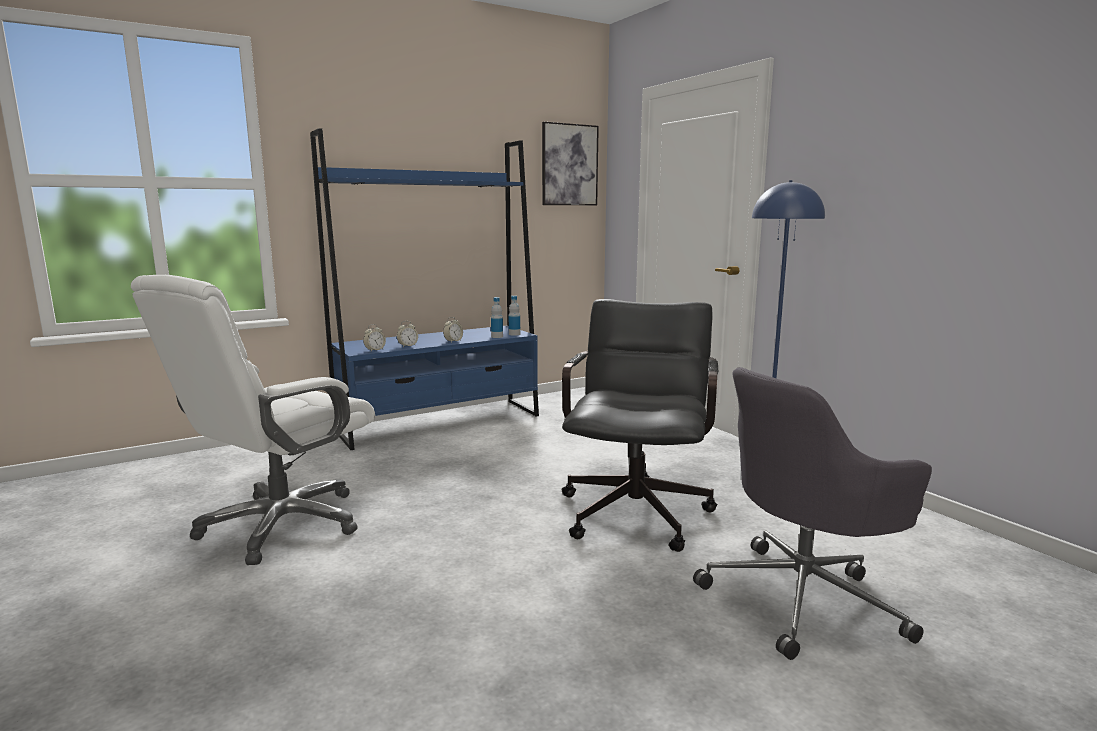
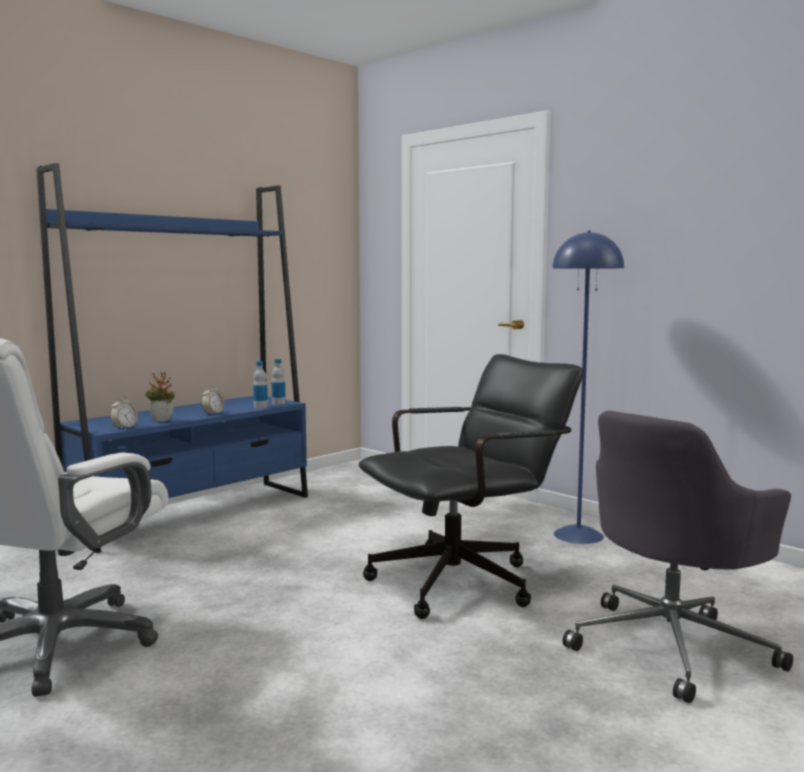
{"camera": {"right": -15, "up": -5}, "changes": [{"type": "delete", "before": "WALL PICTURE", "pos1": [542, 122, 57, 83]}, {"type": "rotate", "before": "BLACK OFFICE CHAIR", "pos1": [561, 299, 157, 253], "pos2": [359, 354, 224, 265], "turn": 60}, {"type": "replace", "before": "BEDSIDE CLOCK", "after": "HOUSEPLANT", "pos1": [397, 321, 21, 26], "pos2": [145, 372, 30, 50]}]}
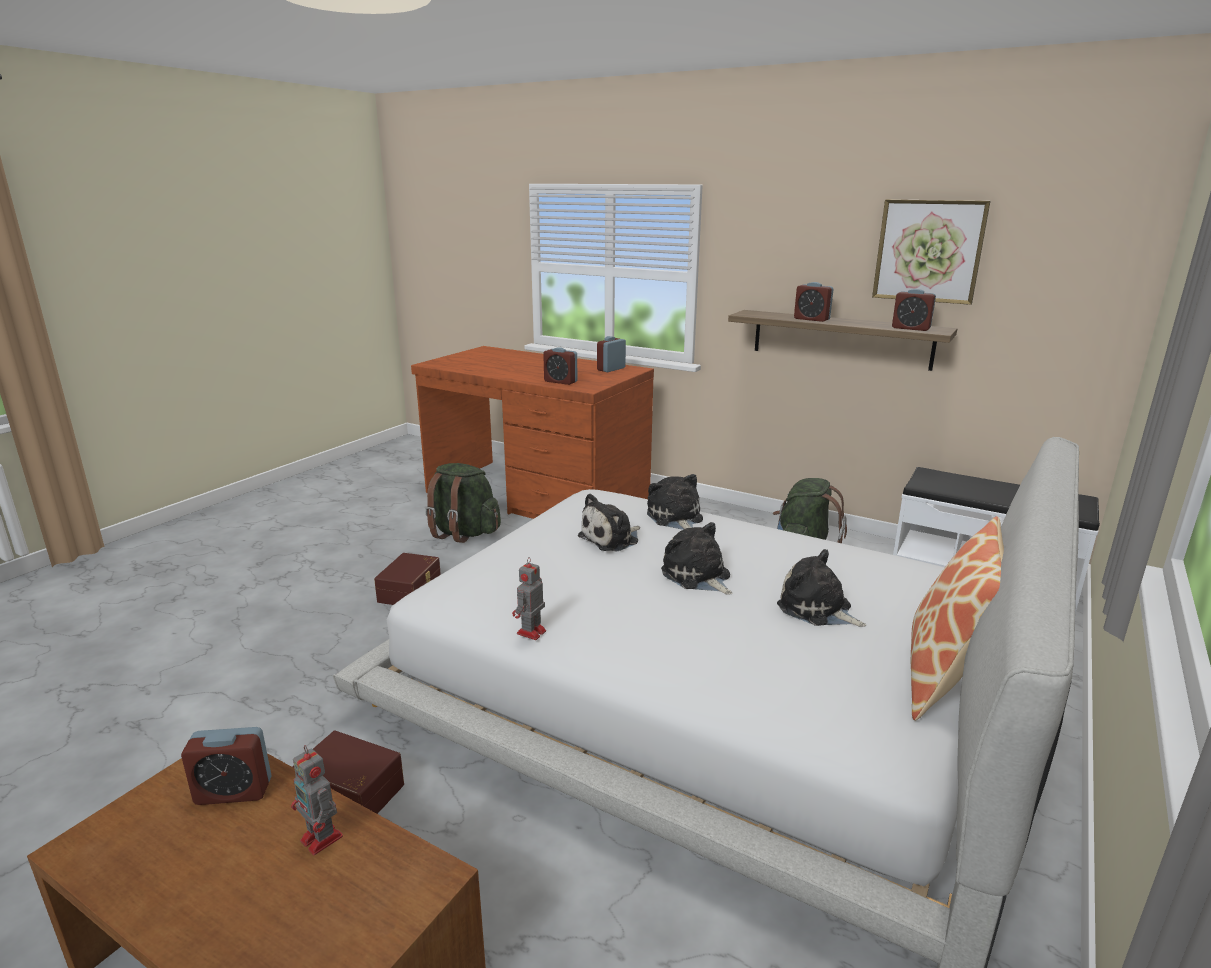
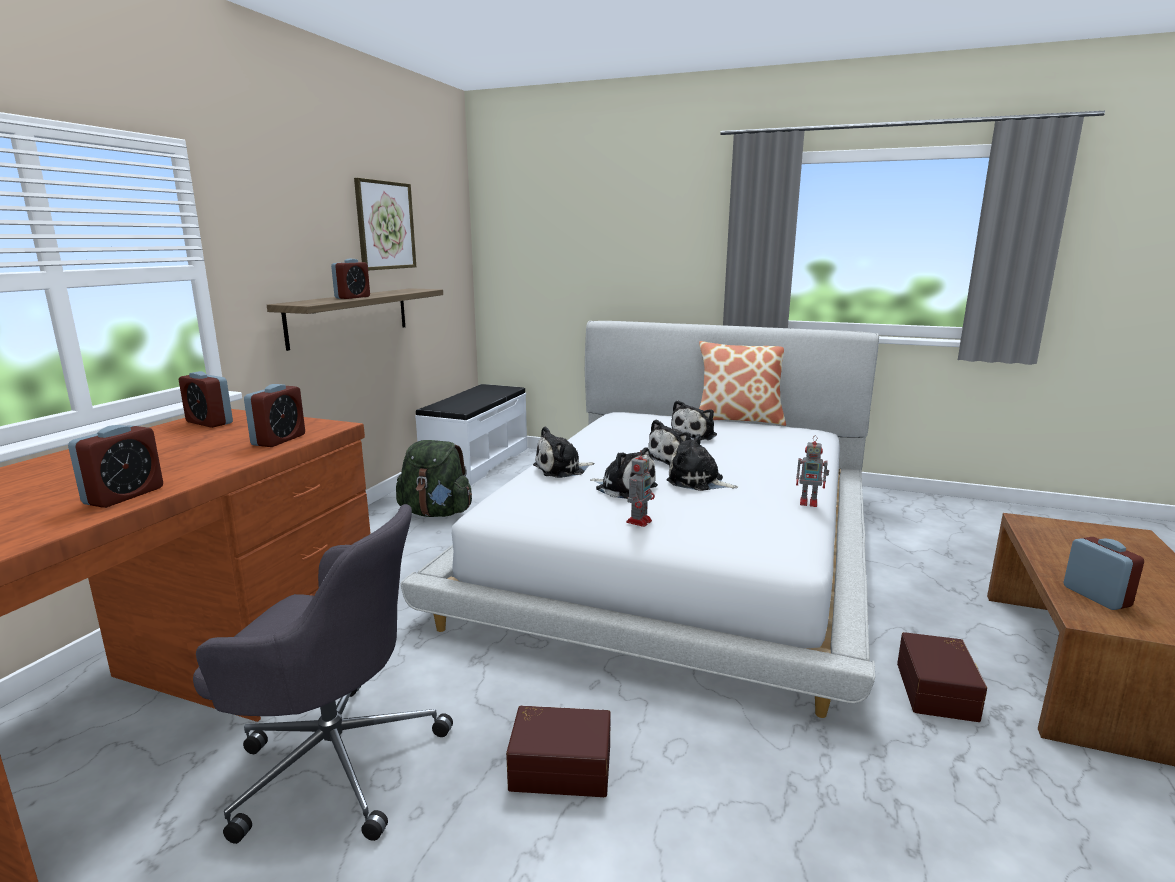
{"camera": {"right": -100, "up": -5}, "changes": [{"type": "move", "before": "BEDSIDE CLOCK", "pos1": [892, 289, 44, 42], "pos2": [68, 425, 95, 83]}, {"type": "replace", "before": "GREEN-COLOURED RUCKSACK", "after": "GRAY OFFICE CHAIR", "pos1": [425, 463, 76, 80], "pos2": [193, 504, 260, 340]}, {"type": "move", "before": "MODEL ROBOT", "pos1": [291, 745, 52, 110], "pos2": [626, 450, 29, 77]}, {"type": "insert", "after": "CUDDLY TOY", "pos2": [666, 434, 72, 57]}]}
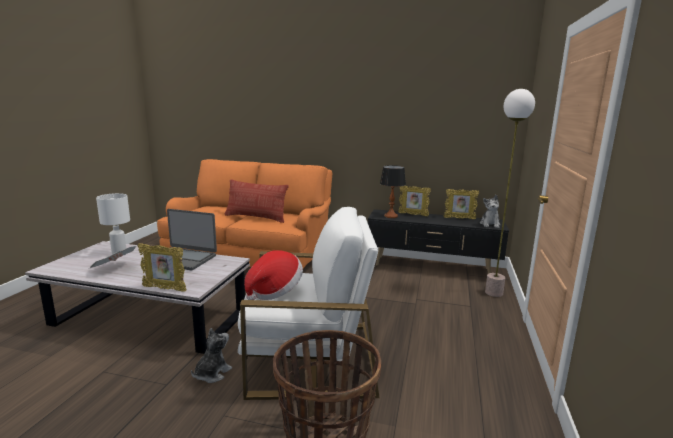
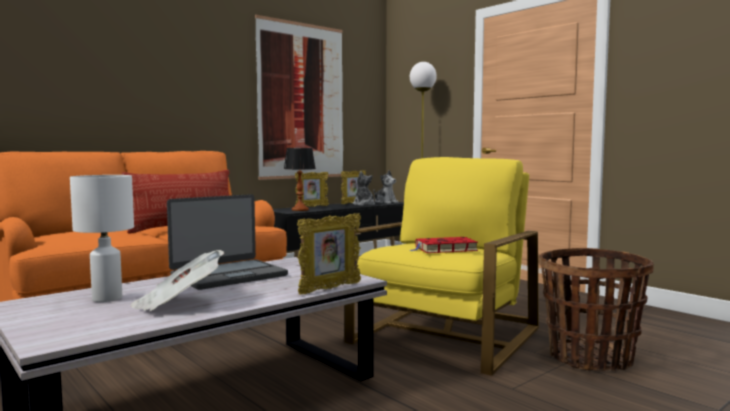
{"camera": {"right": -55, "up": -10}, "changes": [{"type": "recolor", "before": "WHITE ARMCHAIR", "after": "YELLOWISH ARMCHAIR", "pos1": [238, 207, 142, 193], "pos2": [345, 157, 194, 219]}, {"type": "replace", "before": "HAT", "after": "REDDISH BOUND BOOK", "pos1": [244, 250, 59, 50], "pos2": [411, 237, 67, 16]}, {"type": "move", "before": "CUDDLY TOY", "pos1": [191, 328, 41, 55], "pos2": [353, 171, 22, 35]}, {"type": "insert", "after": "WALL PICTURE", "pos2": [255, 15, 88, 165]}]}
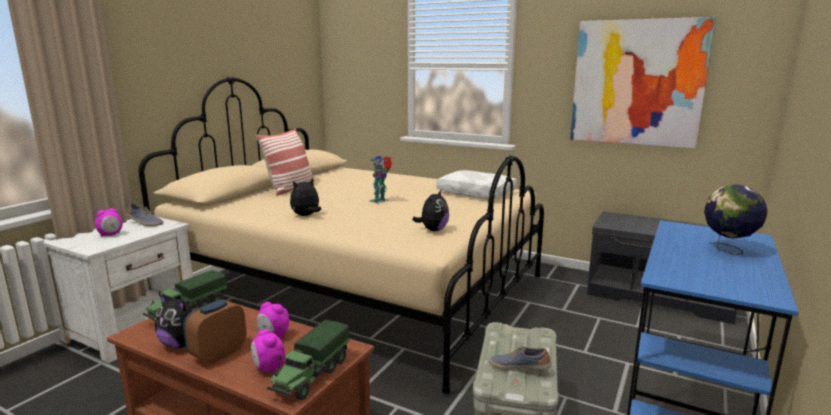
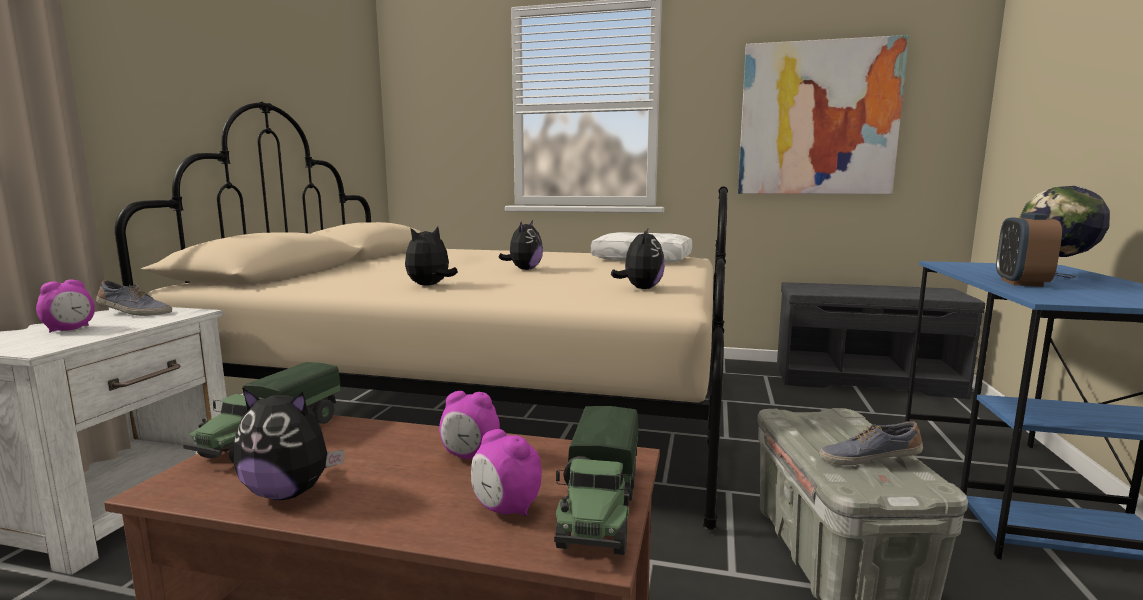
{"camera": {"right": -15, "up": -5}, "changes": [{"type": "delete", "before": "THROW PILLOW", "pos1": [256, 128, 58, 68]}, {"type": "replace", "before": "MODEL ROBOT", "after": "CUDDLY TOY", "pos1": [370, 155, 22, 49], "pos2": [498, 220, 45, 50]}, {"type": "move", "before": "BEDSIDE CLOCK", "pos1": [183, 299, 63, 65], "pos2": [996, 213, 66, 74]}]}
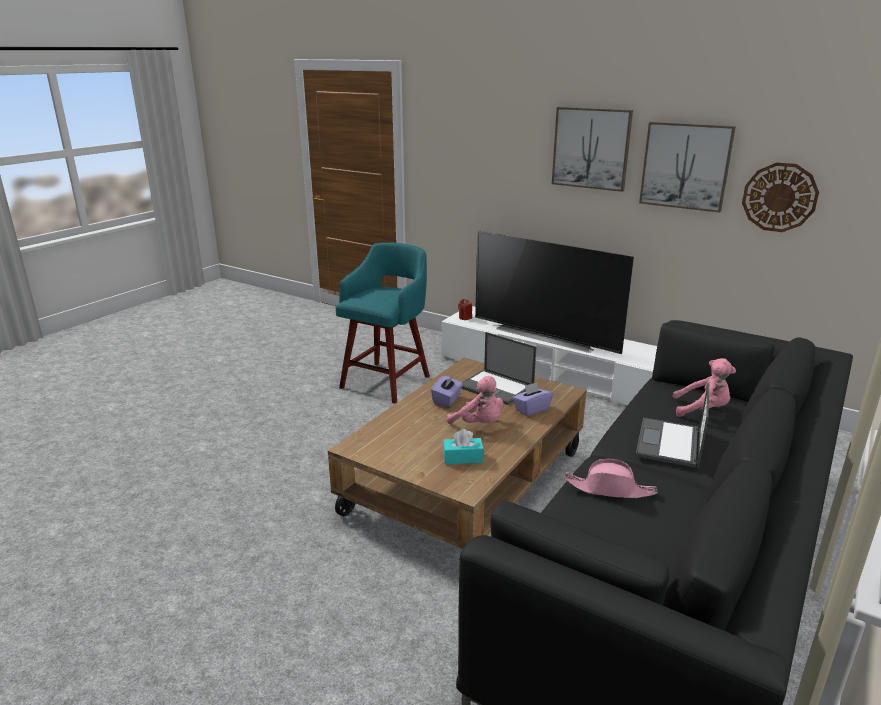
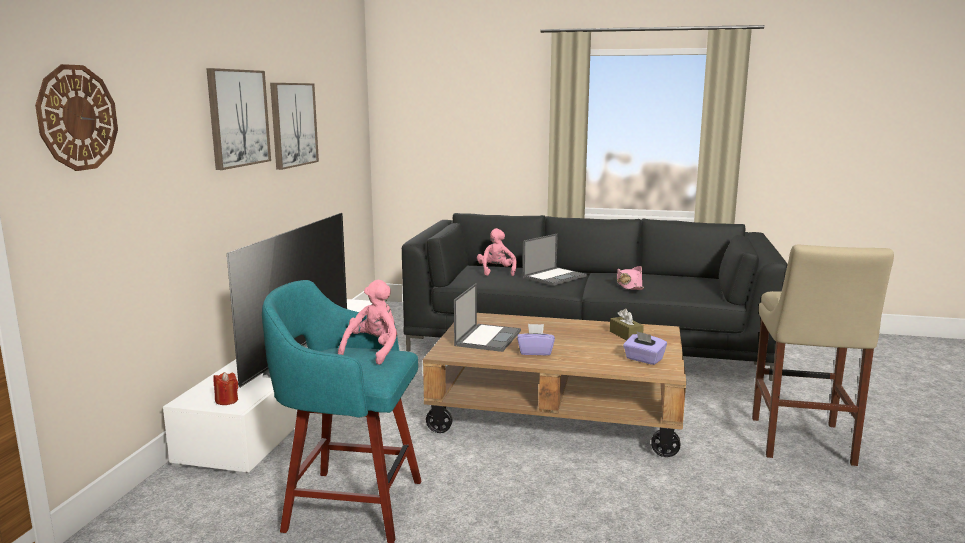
{"camera": {"right": -110, "up": -10}, "changes": [{"type": "move", "before": "WALL CLOCK", "pos1": [742, 162, 77, 70], "pos2": [35, 64, 83, 107]}, {"type": "move", "before": "PINK-COLOURED CUDDLY TOY", "pos1": [447, 376, 57, 48], "pos2": [338, 280, 59, 85]}, {"type": "move", "before": "PURPLISH TISSUE HOLDER", "pos1": [513, 382, 40, 34], "pos2": [623, 331, 44, 34]}, {"type": "rotate", "before": "PORTABLE COMPUTER", "pos1": [635, 383, 74, 85], "pos2": [523, 234, 64, 52], "turn": -45}, {"type": "recolor", "before": "BLUE-GREEN TISSUE HOLDER", "after": "BROWN TISSUE HOLDER", "pos1": [443, 429, 41, 35], "pos2": [610, 308, 34, 32]}, {"type": "insert", "after": "SAND-COLOURED SITTING STOOL", "pos2": [752, 245, 142, 221]}]}
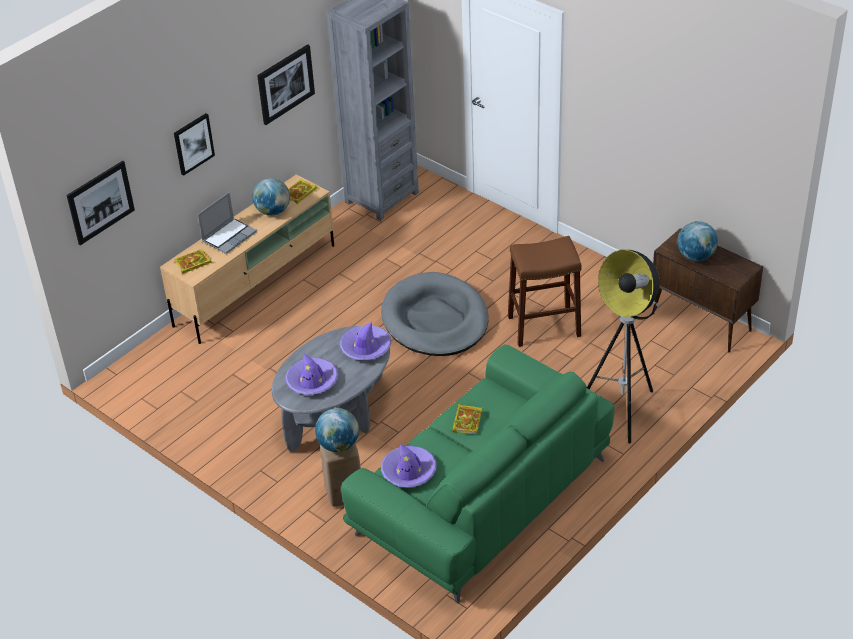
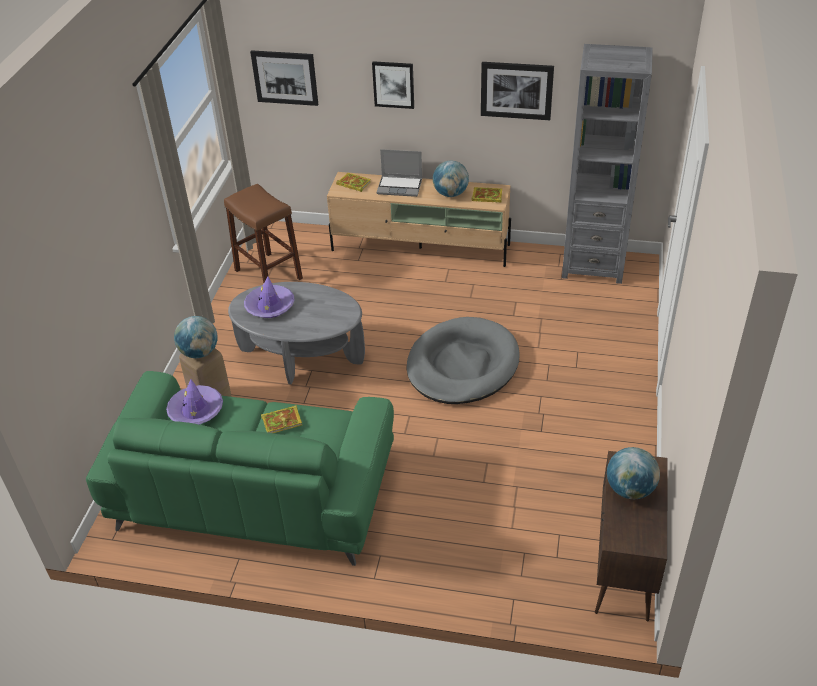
{"camera": {"right": 60, "up": 0}, "changes": [{"type": "move", "before": "BROWN SITTING STOOL", "pos1": [508, 236, 74, 111], "pos2": [224, 184, 79, 100]}, {"type": "delete", "before": "FLOOR LAMP", "pos1": [587, 250, 73, 194]}, {"type": "delete", "before": "PURPLISH HAT", "pos1": [340, 322, 51, 39]}]}
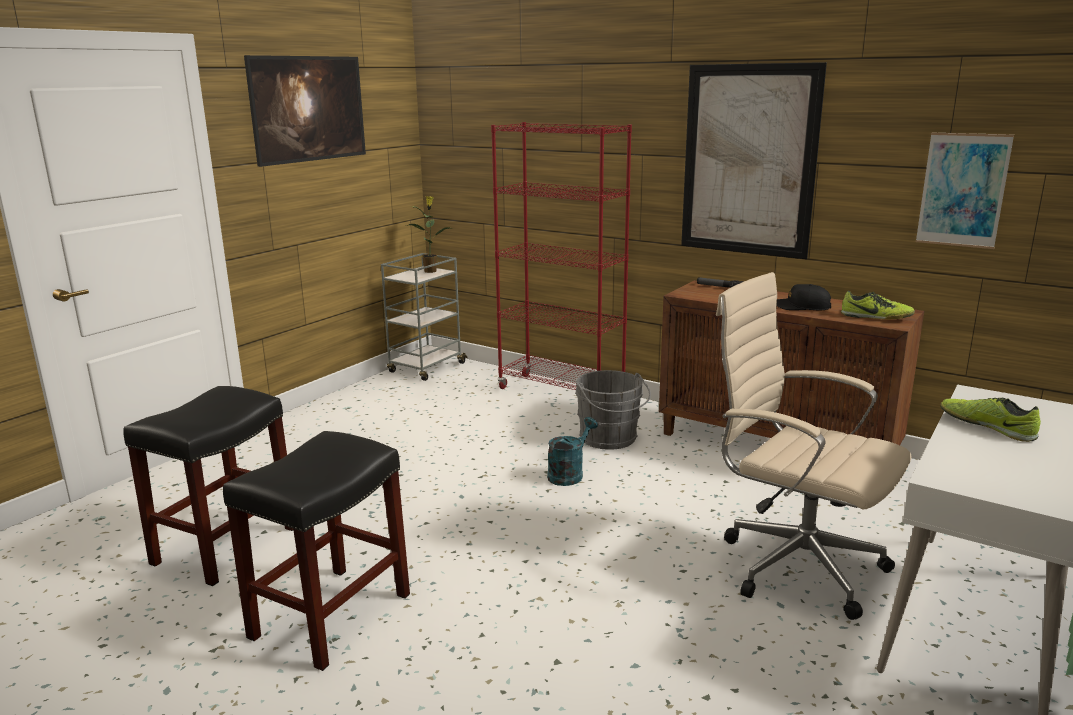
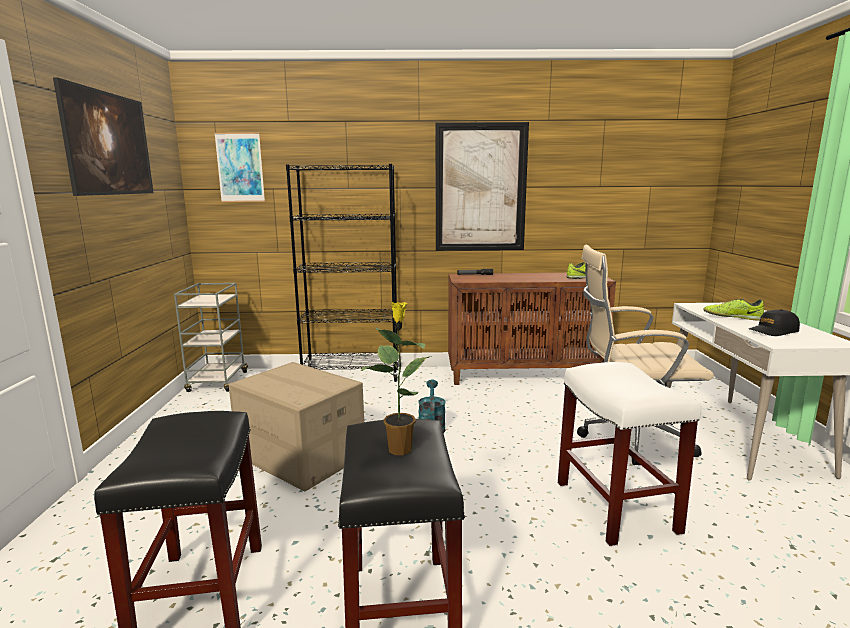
{"camera": {"right": -35, "up": -5}, "changes": [{"type": "recolor", "before": "REDDISH BOOKCASE", "after": "BLACK BOOKCASE", "pos1": [491, 122, 141, 268], "pos2": [286, 164, 113, 218]}, {"type": "move", "before": "WALL PICTURE", "pos1": [916, 133, 98, 116], "pos2": [214, 132, 51, 70]}, {"type": "move", "before": "HOUSEPLANT", "pos1": [406, 196, 45, 77], "pos2": [361, 302, 71, 153]}, {"type": "move", "before": "BLACK PEAKED CAP", "pos1": [777, 284, 54, 26], "pos2": [749, 309, 51, 27]}, {"type": "delete", "before": "GRAY PAIL", "pos1": [575, 370, 76, 80]}, {"type": "insert", "after": "CARDBOARD BOX", "pos2": [229, 362, 135, 129]}, {"type": "insert", "after": "WHITE SITTING STOOL", "pos2": [558, 362, 143, 185]}]}
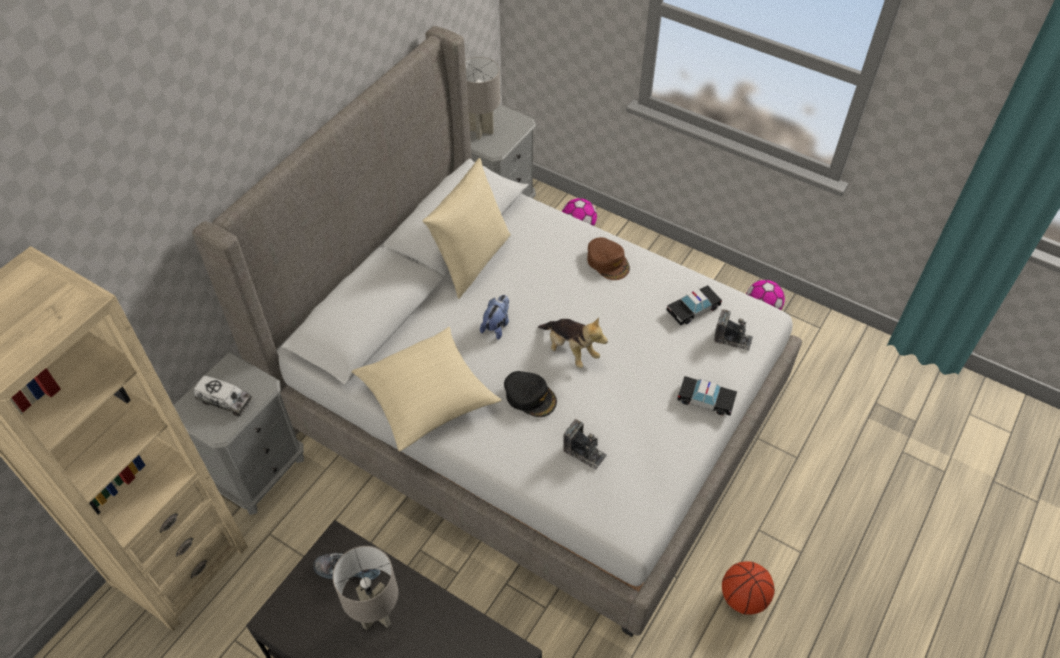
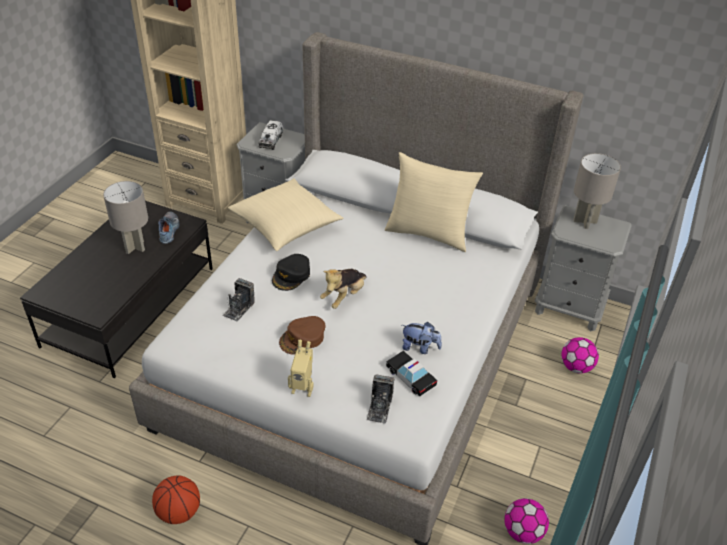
{"camera": {"right": 80, "up": -10}, "changes": [{"type": "move", "before": "BROWN PEAKED CAP", "pos1": [587, 237, 43, 43], "pos2": [279, 316, 47, 38]}, {"type": "move", "before": "CUDDLY TOY", "pos1": [480, 295, 29, 45], "pos2": [402, 322, 40, 32]}, {"type": "replace", "before": "MODEL CAR", "after": "MODEL ROBOT", "pos1": [677, 376, 60, 40], "pos2": [288, 340, 25, 57]}]}
